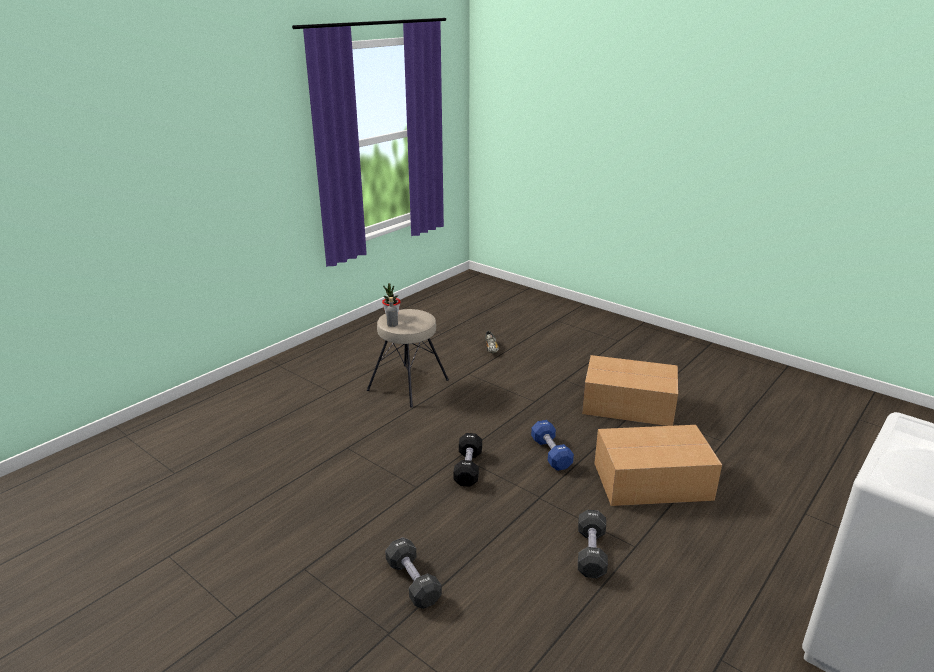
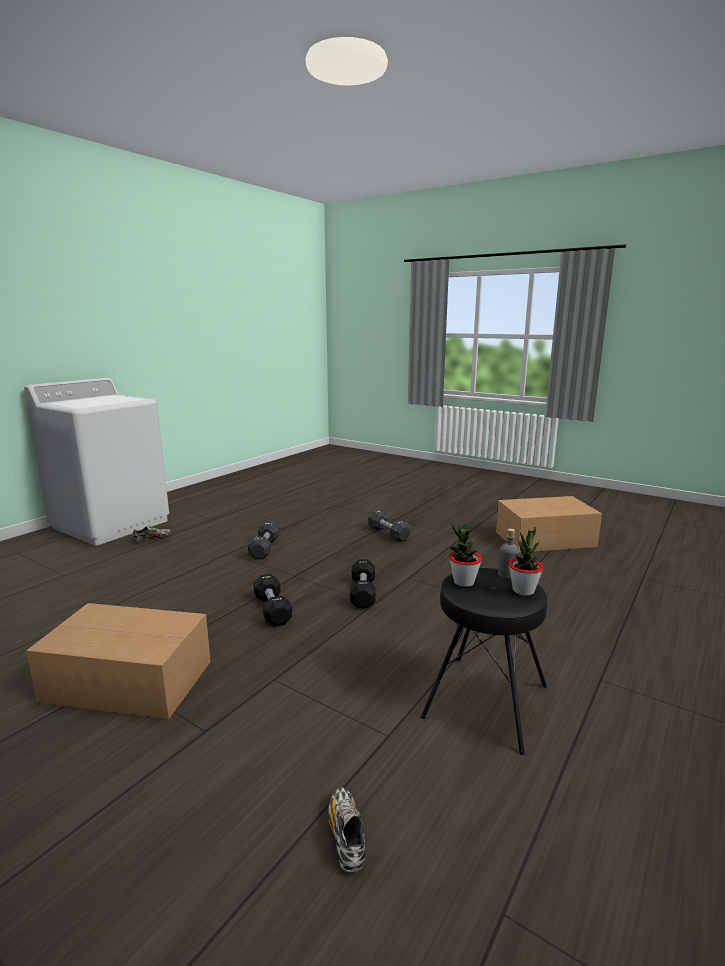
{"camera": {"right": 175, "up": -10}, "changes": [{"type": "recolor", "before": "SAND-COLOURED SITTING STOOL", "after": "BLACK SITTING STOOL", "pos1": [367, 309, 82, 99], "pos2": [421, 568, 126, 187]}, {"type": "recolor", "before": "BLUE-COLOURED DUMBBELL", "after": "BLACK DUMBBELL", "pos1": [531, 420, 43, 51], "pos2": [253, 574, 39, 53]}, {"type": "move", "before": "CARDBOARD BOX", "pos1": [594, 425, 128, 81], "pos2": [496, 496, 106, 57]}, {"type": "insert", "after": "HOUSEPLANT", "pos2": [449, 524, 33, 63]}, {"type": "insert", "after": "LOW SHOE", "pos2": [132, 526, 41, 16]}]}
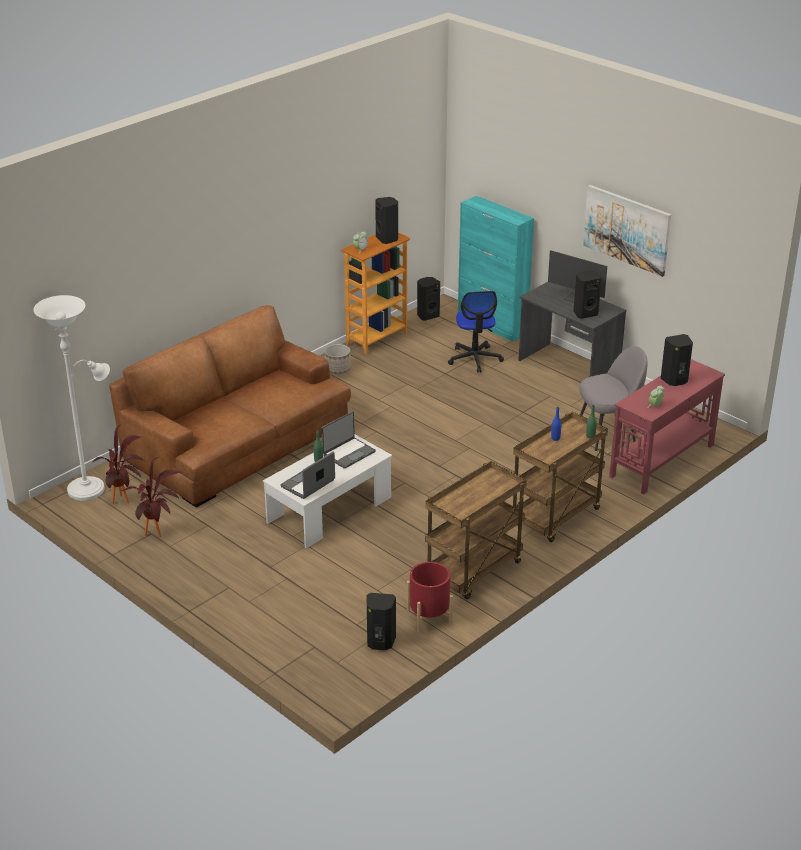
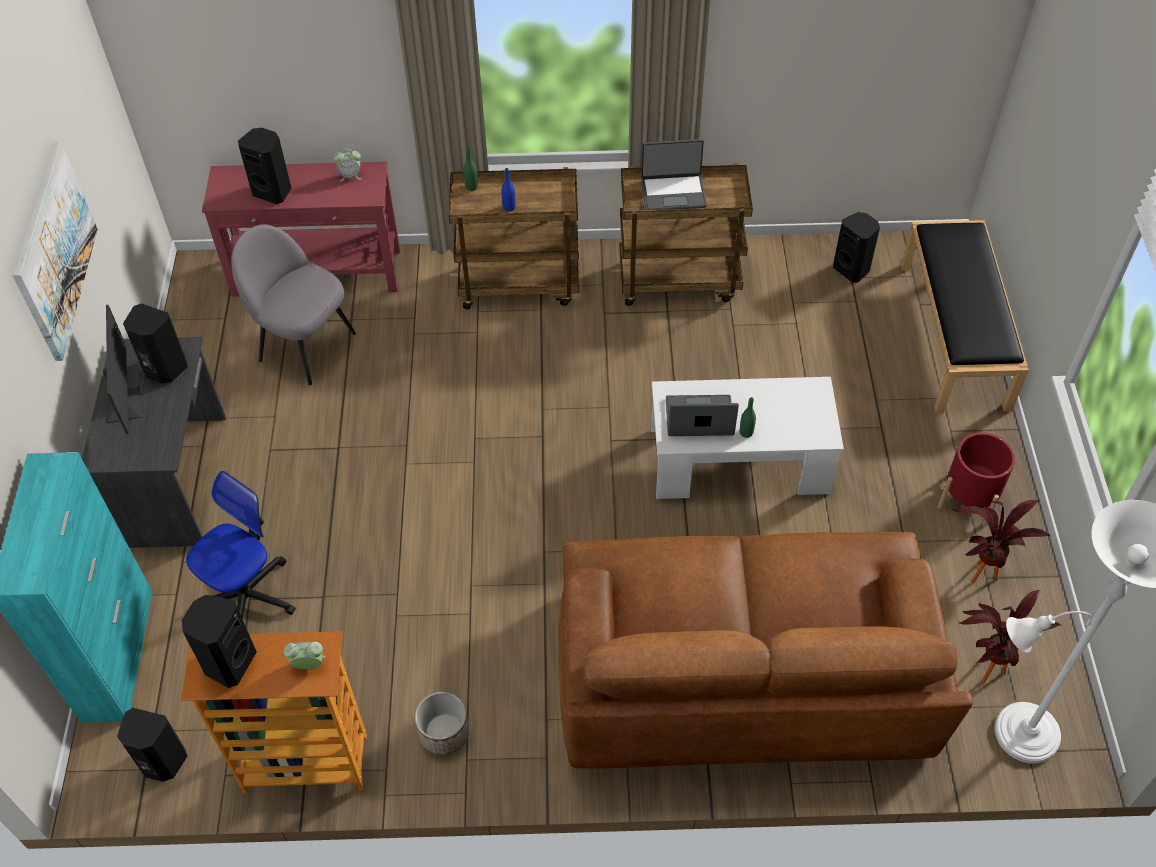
{"camera": {"right": -135, "up": 20}, "changes": [{"type": "move", "before": "PORTABLE COMPUTER", "pos1": [281, 451, 54, 48], "pos2": [641, 139, 66, 71]}, {"type": "move", "before": "REDDISH FLOWER POT", "pos1": [407, 562, 46, 70], "pos2": [938, 432, 77, 94]}, {"type": "insert", "after": "BLACK BENCH", "pos2": [901, 220, 128, 193]}]}
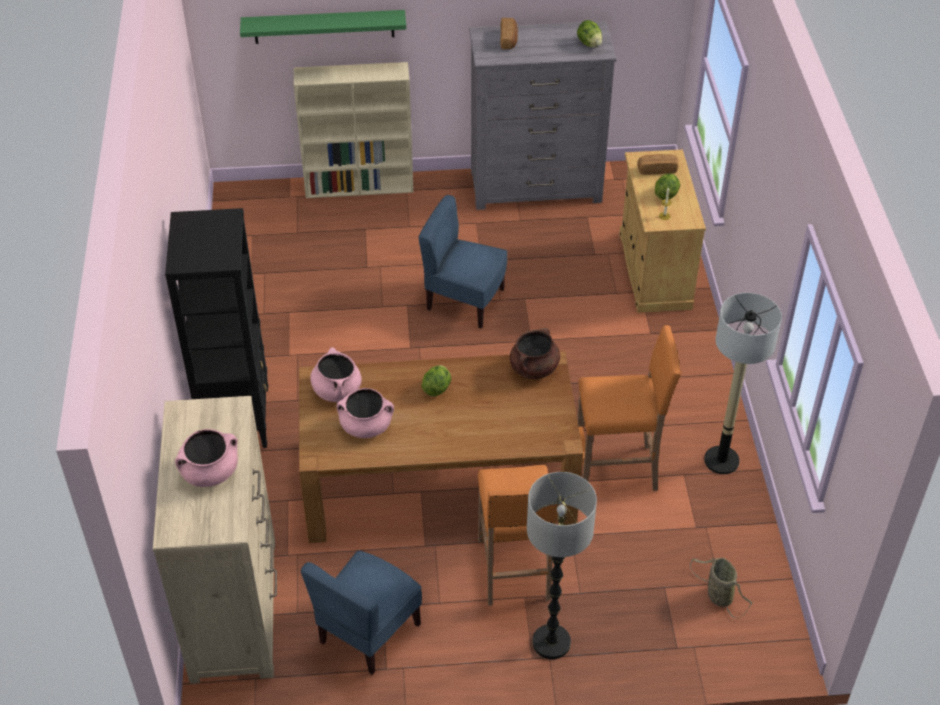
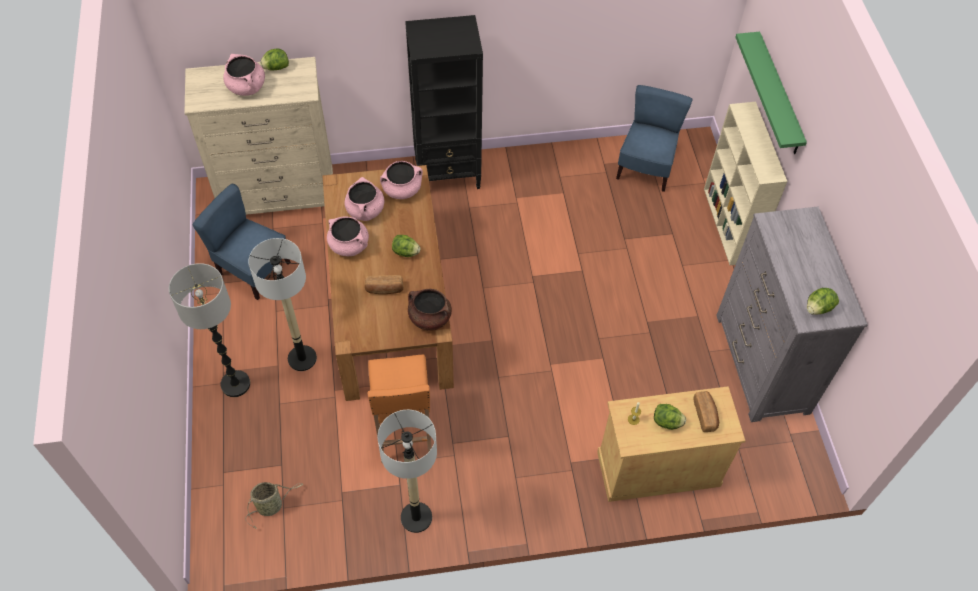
{"camera": {"right": 85, "up": 10}, "changes": [{"type": "move", "before": "BAKED BREAD", "pos1": [500, 18, 18, 31], "pos2": [364, 275, 40, 19]}, {"type": "move", "before": "BLUE-COLOURED UPRIGHT CHAIR", "pos1": [418, 195, 89, 134], "pos2": [616, 85, 77, 107]}, {"type": "replace", "before": "ORANGE-COLOURED SITTING STOOL", "after": "FLOOR LAMP", "pos1": [478, 465, 82, 141], "pos2": [248, 238, 69, 133]}, {"type": "insert", "after": "LETTUCE", "pos2": [260, 48, 29, 22]}, {"type": "insert", "after": "PINK-COLOURED STOCKPOT", "pos2": [327, 217, 42, 39]}]}
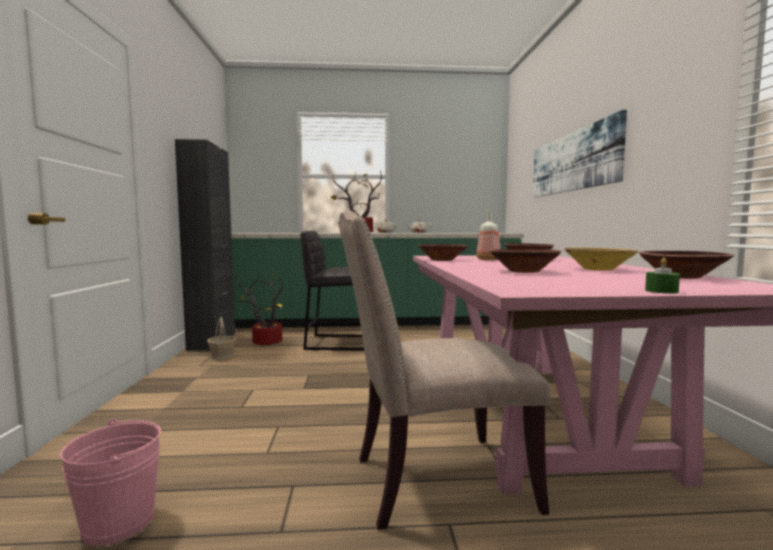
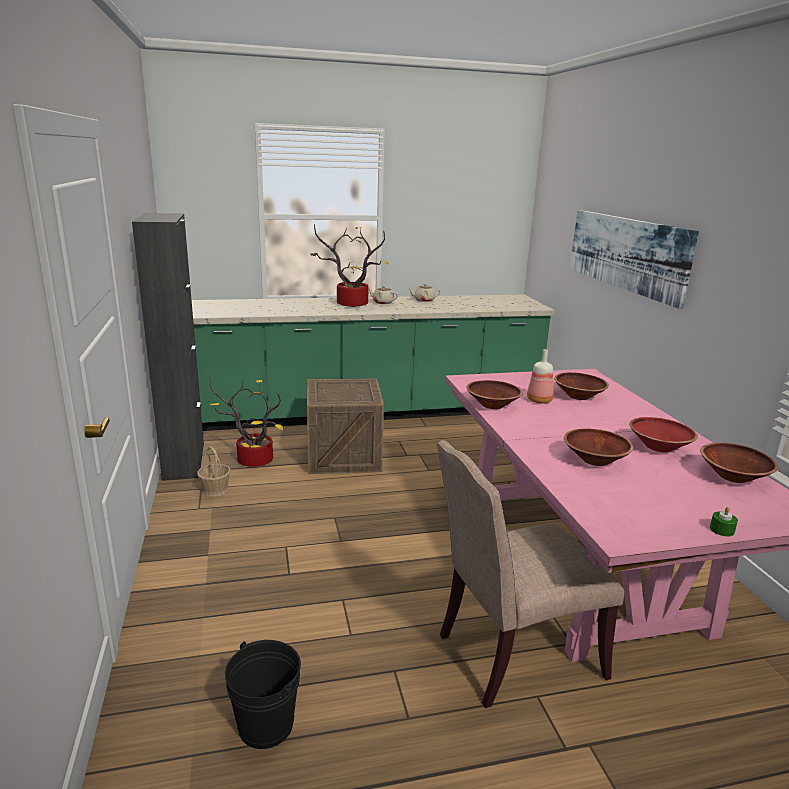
{"camera": {"right": -10, "up": 15}, "changes": [{"type": "replace", "before": "GRAY SITTING STOOL", "after": "SHIPPING CRATE", "pos1": [301, 231, 63, 120], "pos2": [307, 379, 77, 95]}, {"type": "recolor", "before": "YELLOWISH SERVING BOWL", "after": "REDDISH SERVING BOWL", "pos1": [564, 248, 74, 23], "pos2": [629, 417, 69, 35]}, {"type": "recolor", "before": "PINK-COLOURED PAIL", "after": "BLACK PAIL", "pos1": [60, 419, 101, 127], "pos2": [225, 640, 76, 109]}]}
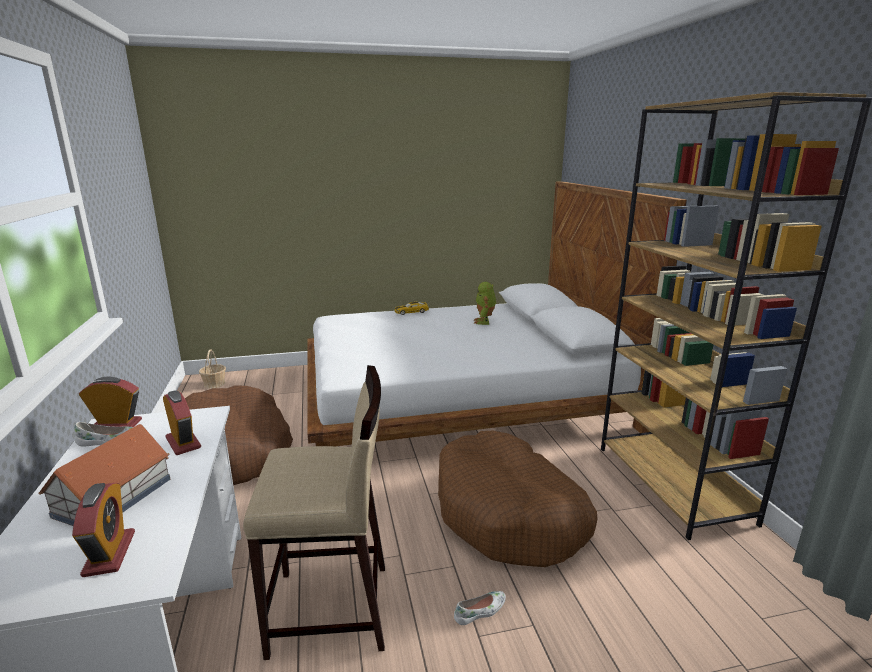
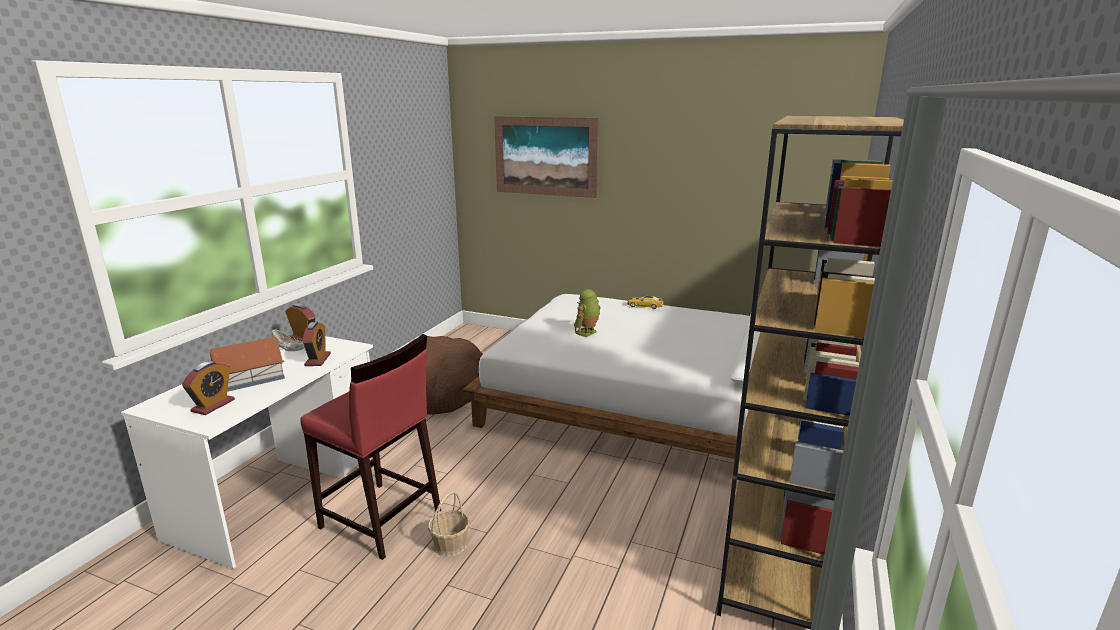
{"camera": {"right": 35, "up": 0}, "changes": [{"type": "move", "before": "MODEL ROBOT", "pos1": [474, 282, 22, 43], "pos2": [574, 289, 26, 48]}, {"type": "move", "before": "HOUSEHOLD BASKET", "pos1": [199, 349, 27, 40], "pos2": [428, 491, 42, 66]}, {"type": "recolor", "before": "SAND-COLOURED SITTING STOOL", "after": "REDDISH SITTING STOOL", "pos1": [243, 365, 142, 295], "pos2": [300, 334, 141, 226]}, {"type": "delete", "before": "BROWN DOG CUSHION", "pos1": [438, 431, 160, 136]}, {"type": "delete", "before": "WHITE LOW SHOE", "pos1": [454, 591, 52, 34]}, {"type": "insert", "after": "WALL PICTURE", "pos2": [494, 116, 105, 82]}]}
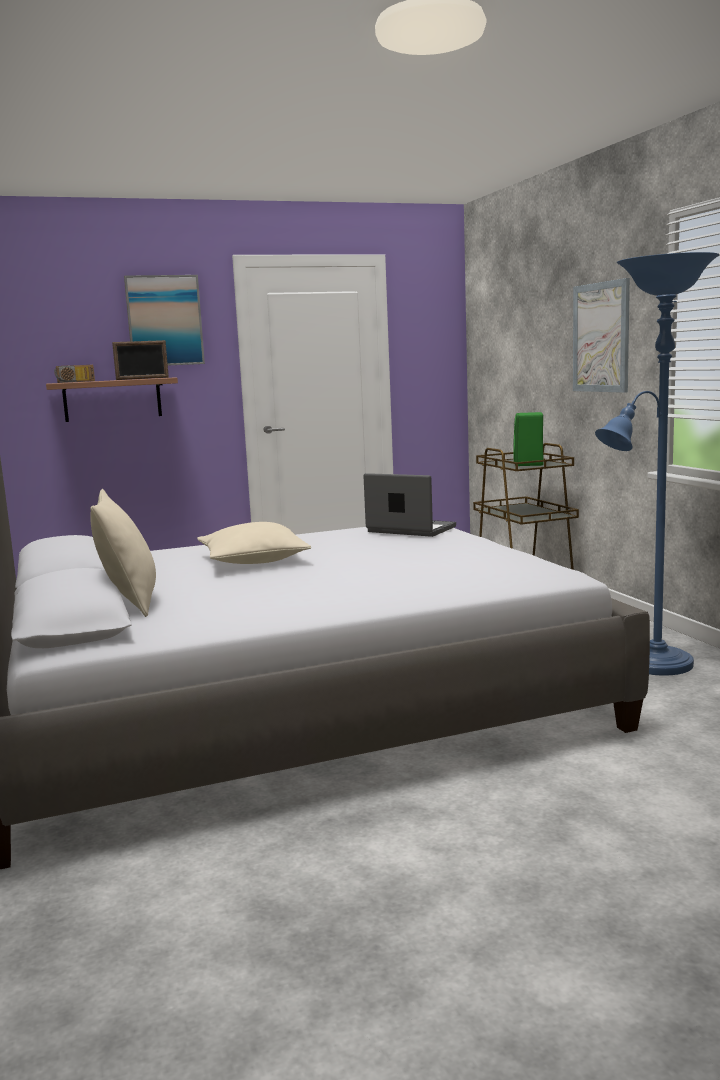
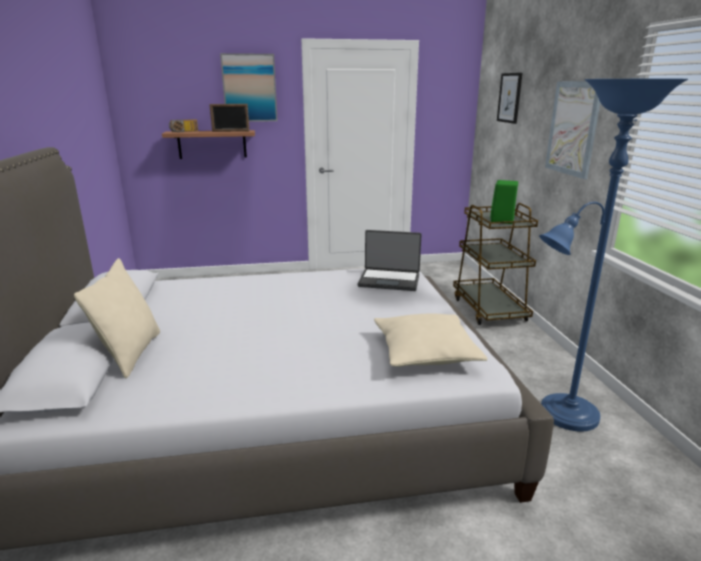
{"camera": {"right": 10, "up": 10}, "changes": [{"type": "rotate", "before": "PORTABLE COMPUTER", "pos1": [363, 473, 93, 64], "pos2": [358, 230, 64, 61], "turn": 150}, {"type": "move", "before": "SAND-COLOURED THROW PILLOW", "pos1": [197, 522, 114, 42], "pos2": [374, 314, 114, 52]}, {"type": "insert", "after": "WALL PICTURE", "pos2": [497, 73, 25, 51]}]}
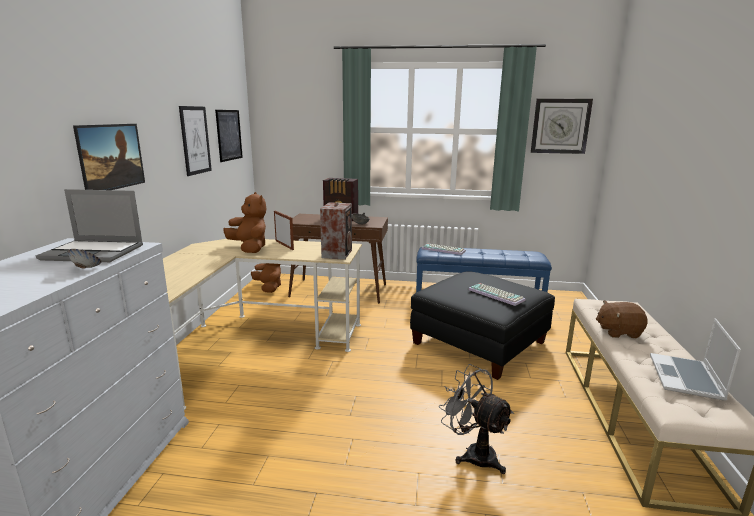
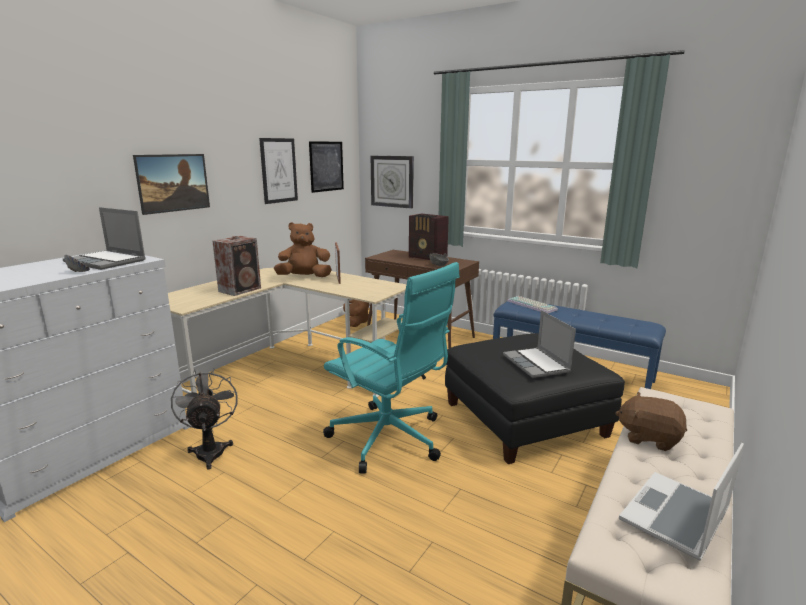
{"camera": {"right": 25, "up": 0}, "changes": [{"type": "move", "before": "WALL CLOCK", "pos1": [531, 98, 62, 56], "pos2": [371, 156, 43, 53]}, {"type": "rotate", "before": "BROWN CUDDLY TOY", "pos1": [223, 192, 43, 61], "pos2": [274, 222, 57, 55], "turn": -90}, {"type": "move", "before": "SPEAKER", "pos1": [320, 202, 32, 58], "pos2": [212, 236, 49, 60]}, {"type": "replace", "before": "COMPUTER KEYBOARD", "after": "PORTABLE COMPUTER", "pos1": [468, 283, 58, 23], "pos2": [503, 310, 73, 68]}, {"type": "move", "before": "GRAY FAN", "pos1": [439, 364, 75, 110], "pos2": [171, 368, 67, 102]}, {"type": "insert", "after": "BLUE-GREEN OFFICE CHAIR", "pos2": [323, 262, 137, 211]}]}
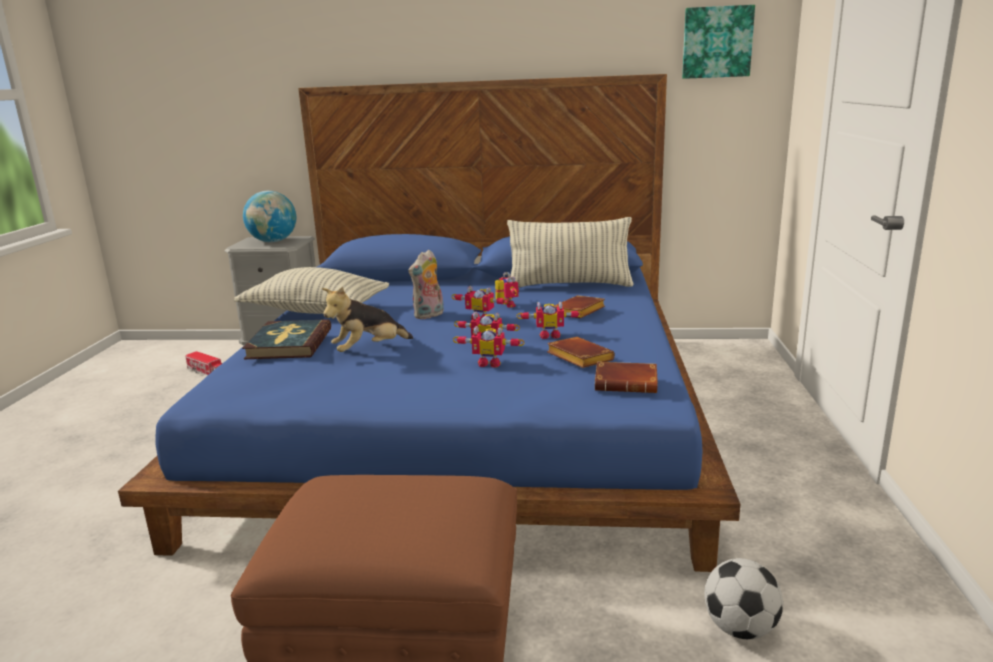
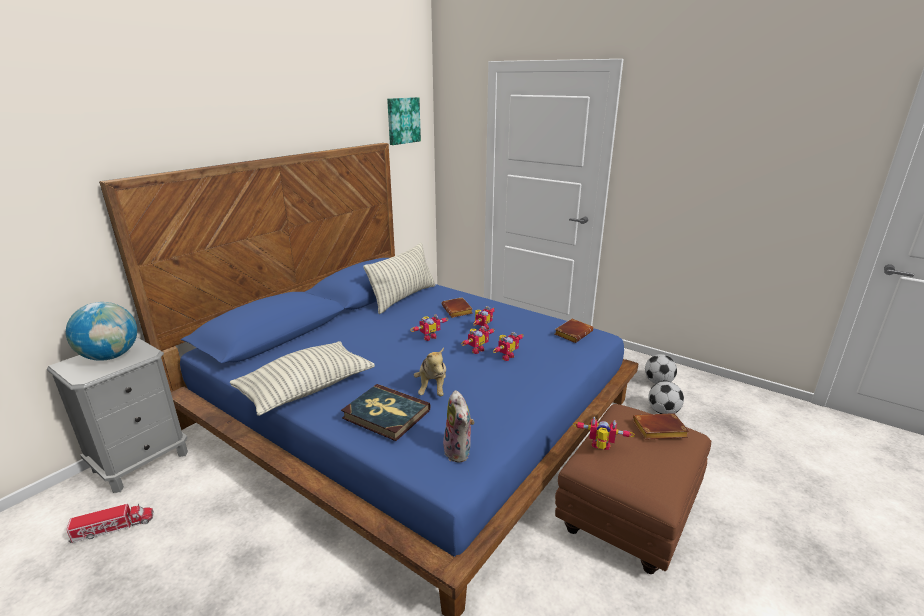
{"camera": {"right": -60, "up": 5}, "changes": [{"type": "move", "before": "CUDDLY TOY", "pos1": [408, 250, 36, 69], "pos2": [443, 390, 32, 73]}, {"type": "move", "before": "MODEL ROBOT", "pos1": [495, 272, 24, 36], "pos2": [572, 417, 63, 33]}, {"type": "move", "before": "BROWN BOUND BOOK", "pos1": [547, 337, 68, 31], "pos2": [633, 413, 56, 27]}, {"type": "insert", "after": "BALL FOR FOOTBALL", "pos2": [645, 354, 32, 30]}]}
